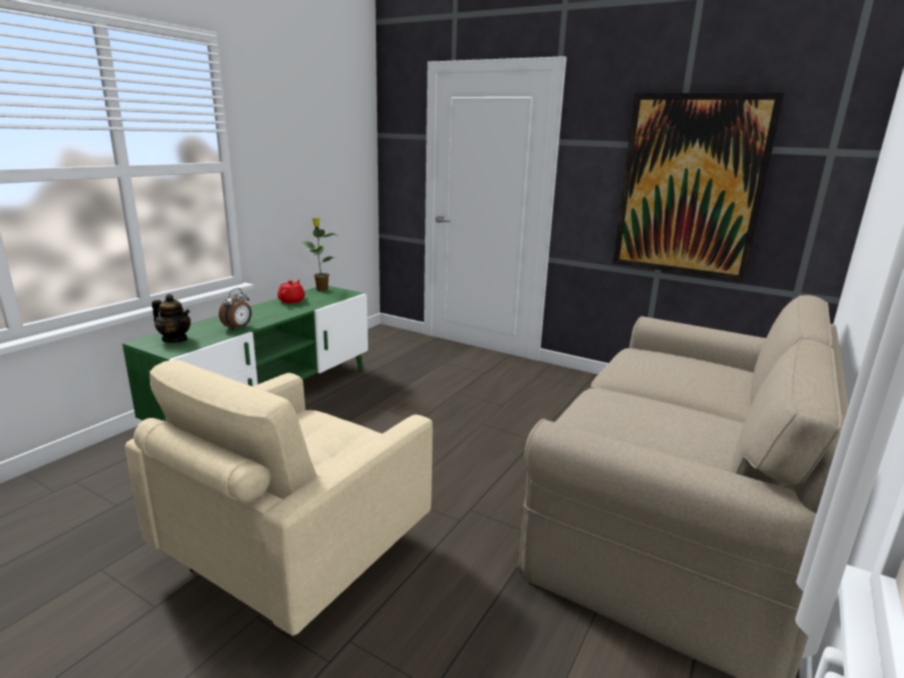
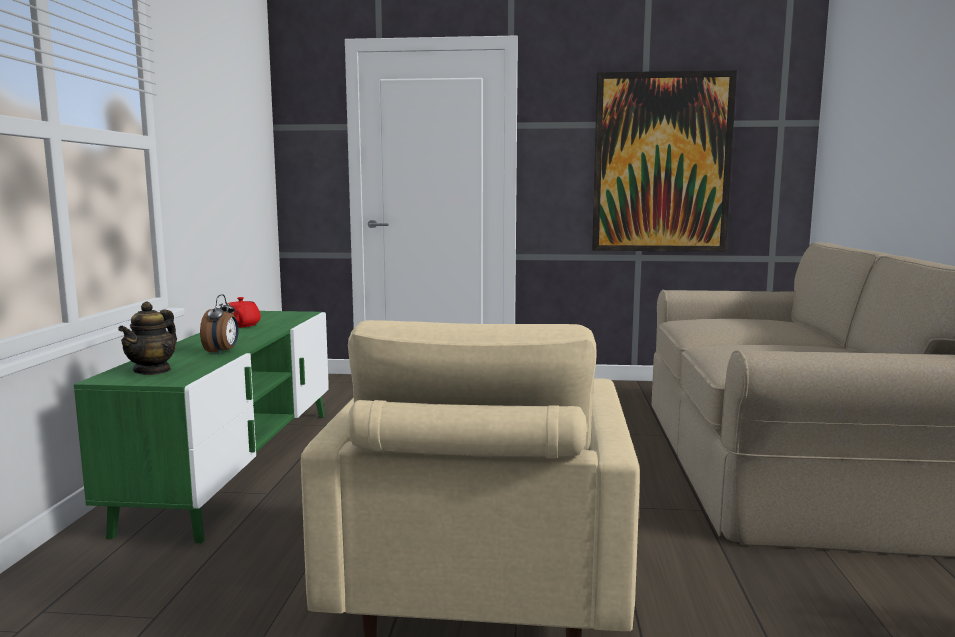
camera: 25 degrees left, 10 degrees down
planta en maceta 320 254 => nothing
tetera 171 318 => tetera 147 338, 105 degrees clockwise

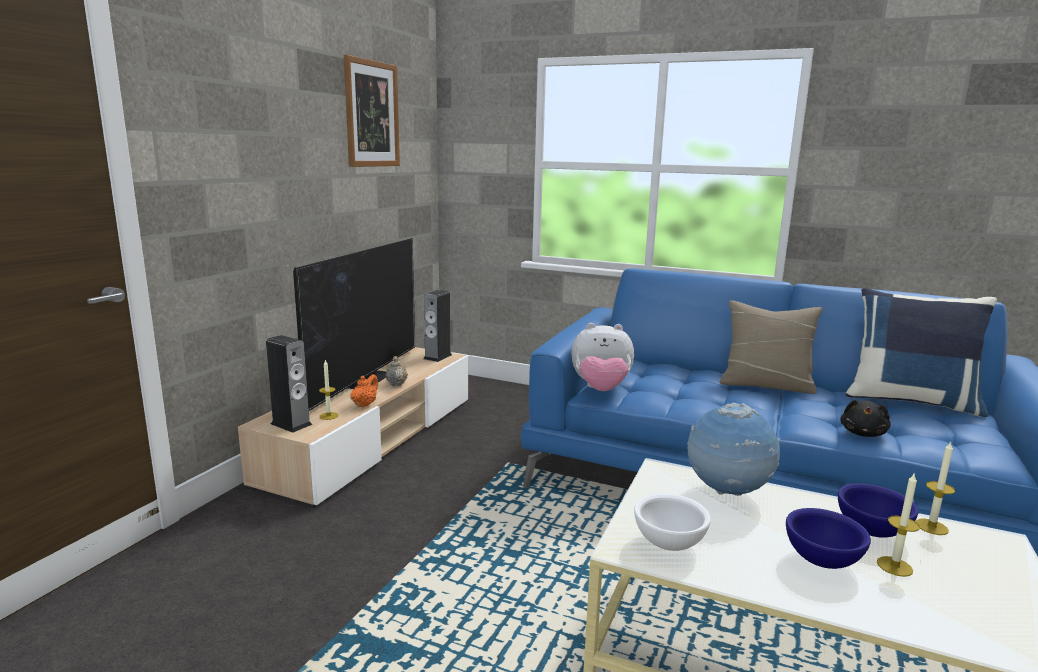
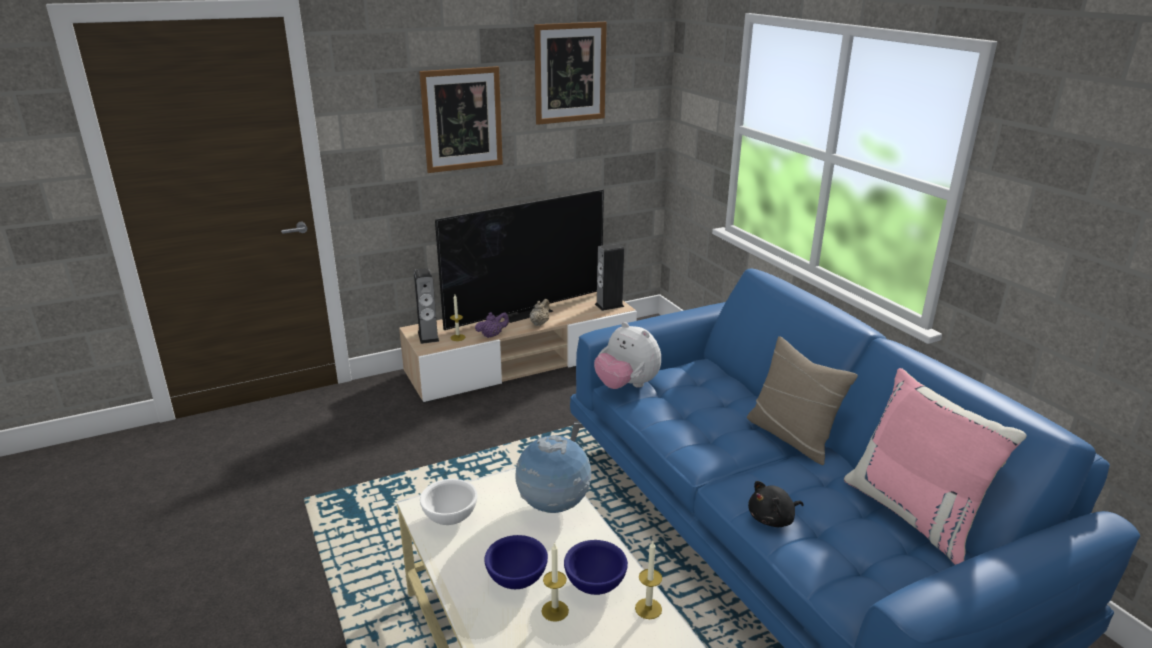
camera: 40 degrees right, 10 degrees up
nothing => cuadro 461 119
tetera/naranja 364 390 => tetera/morado 492 325
cojín/azul 921 352 => cojín/rosa 935 466

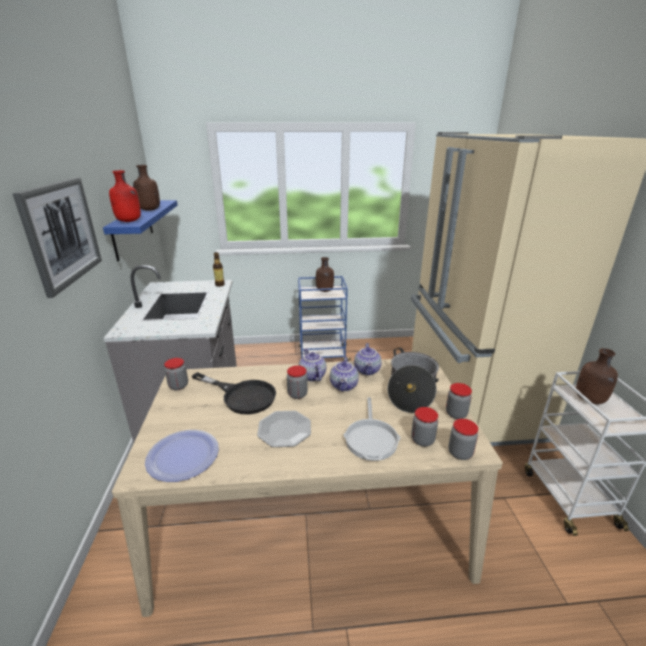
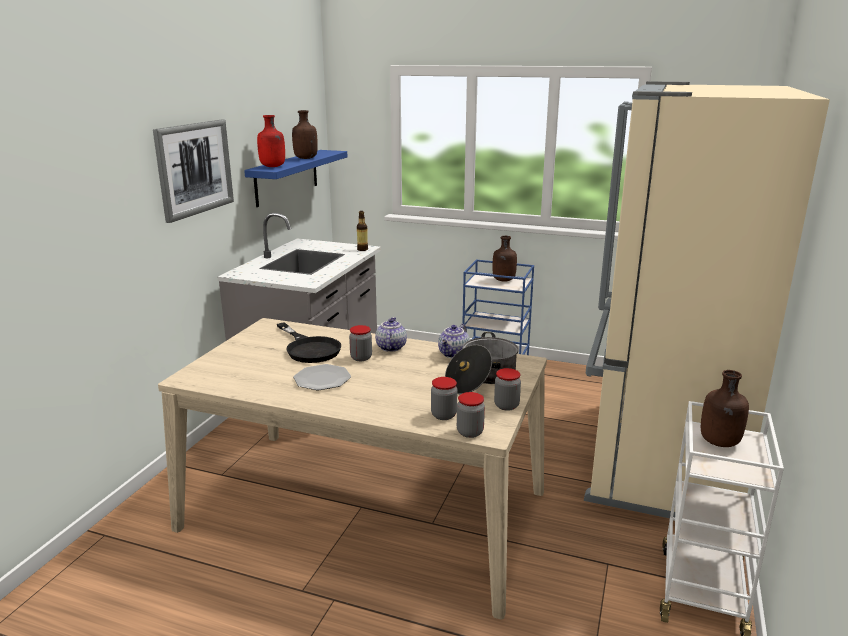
camera: 25 degrees right, 5 degrees down
plato 182 456 => nothing
tarro 176 374 => nothing
tetera 344 374 => nothing
sartén 372 429 => nothing

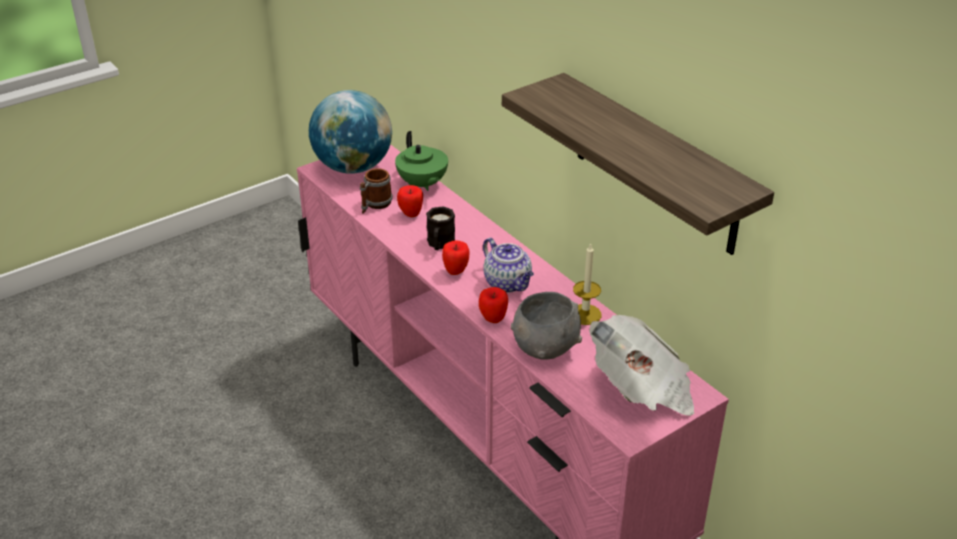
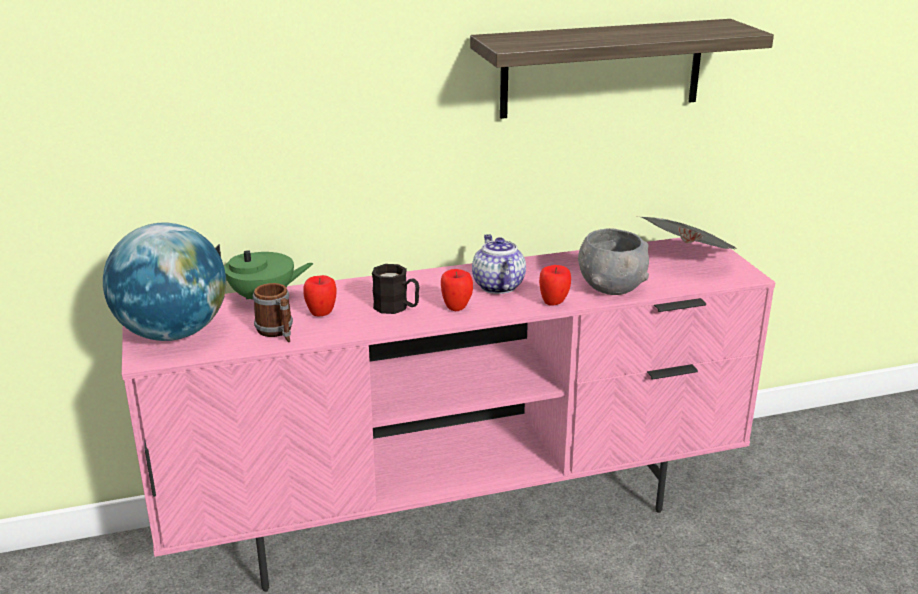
camera: 70 degrees left, 10 degrees down
vela 587 284 => nothing
tetera 508 265 => tetera 499 264, 90 degrees counterclockwise

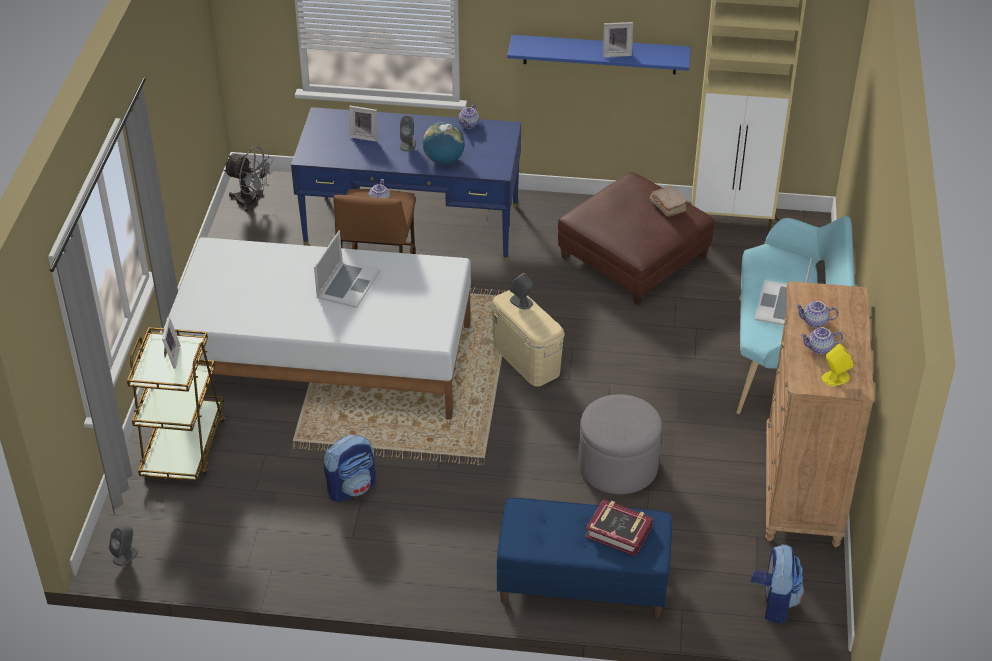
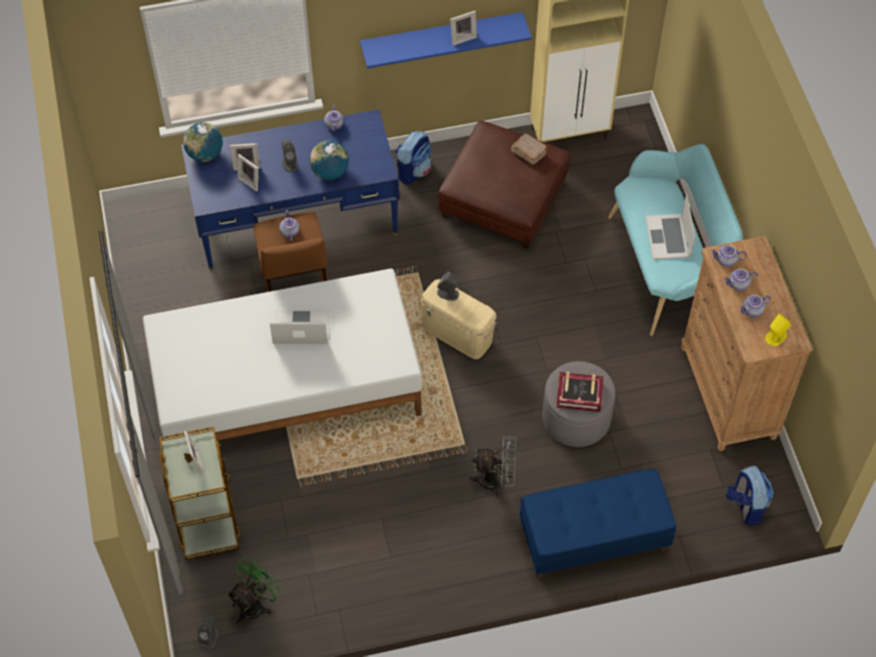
camera: 20 degrees left, 15 degrees up
nothing => globo terráqueo 203 142
nothing => ventilador/verde 255 591
nothing => portarretratos 249 173
nothing => tetera 728 256
ventilador/gris 248 179 => ventilador/gris 492 466, relocated
mochila 350 468 => mochila 413 158, relocated
libro 619 527 => libro 580 392, relocated
portátil 347 269 => portátil 299 327, 90 degrees counterclockwise

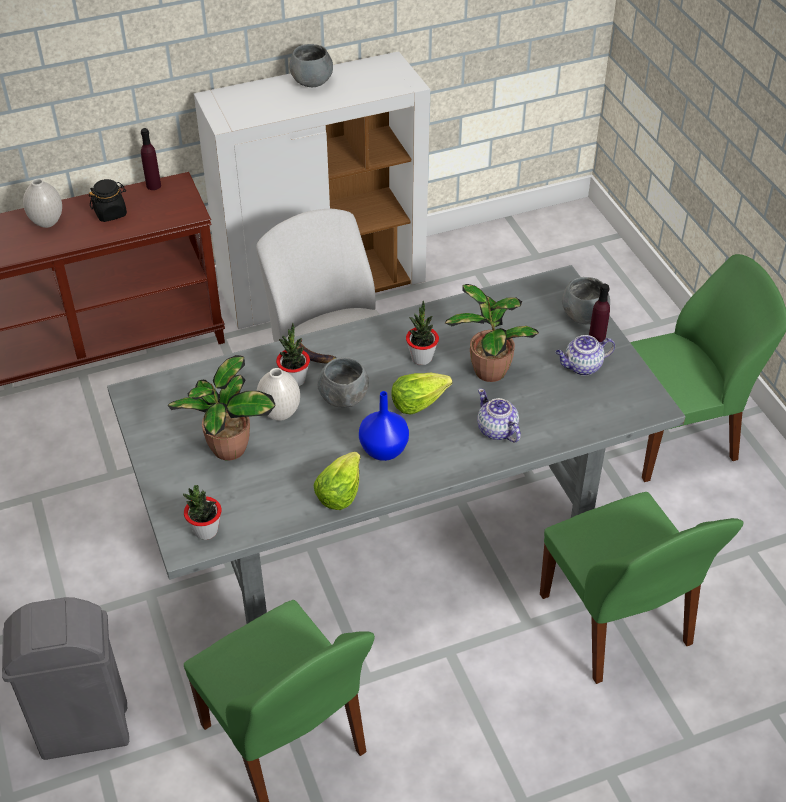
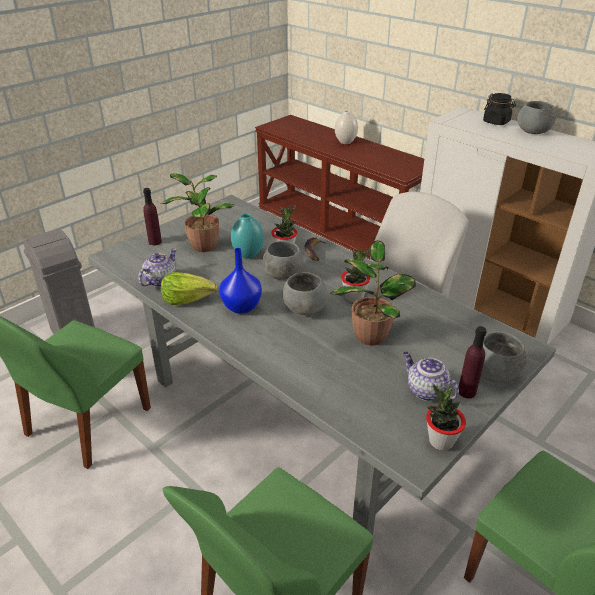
camera: 65 degrees right, 10 degrees down
tarro/negro 108 200 => tarro/negro 499 109, relocated
botella/morado 151 159 => botella/morado 152 216, relocated
planta en maceta 202 512 => planta en maceta 446 417, relocated
tetera 499 415 => tetera 157 268, relocated
lechuga 421 394 => cuenco/gris 305 293
florero/blanco 278 394 => florero/turquesa 247 236

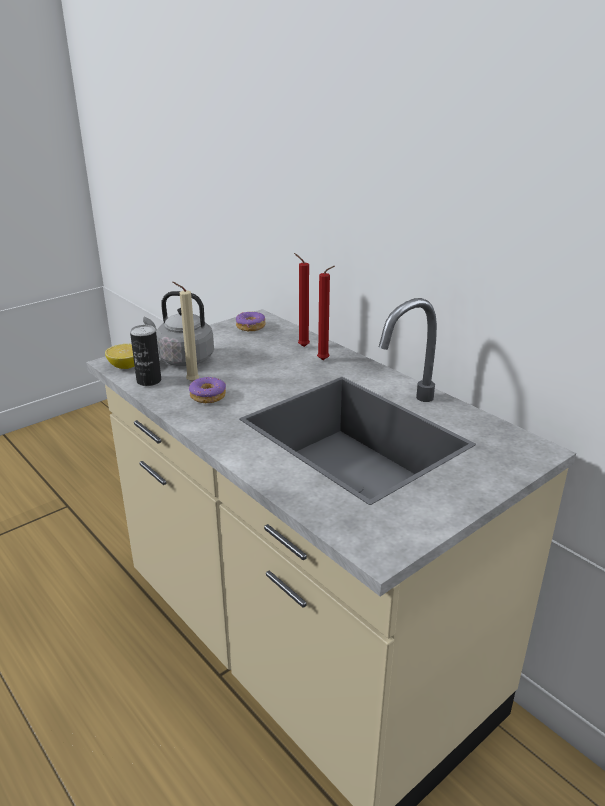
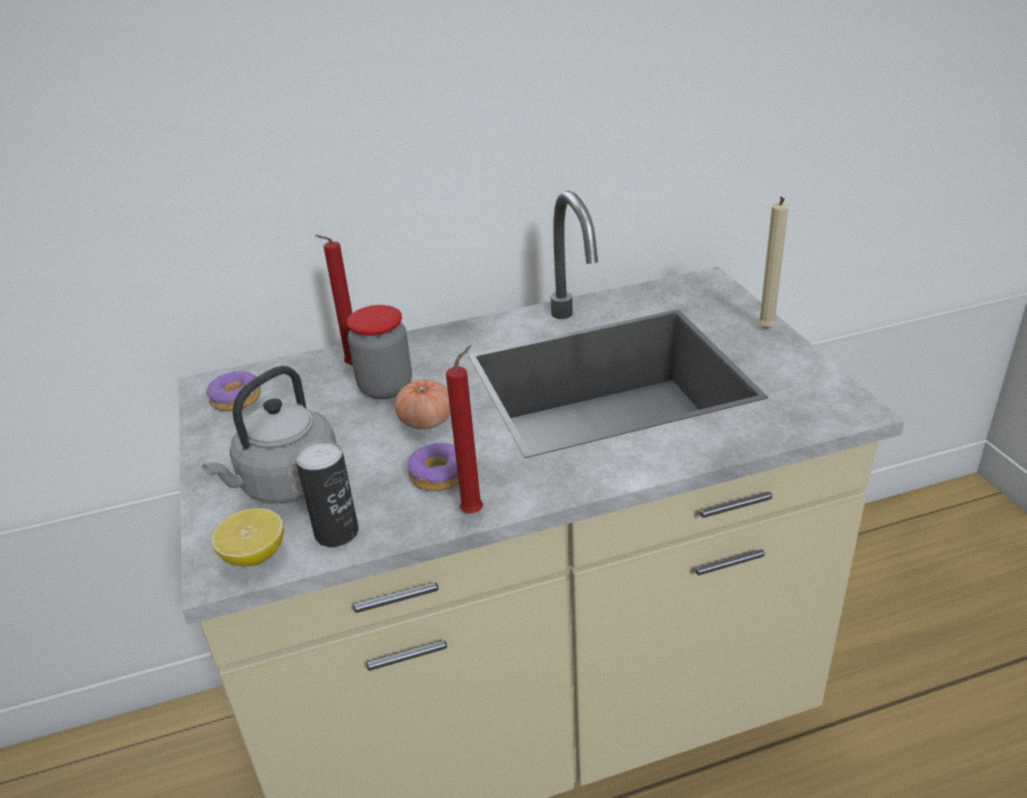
camera: 65 degrees left, 5 degrees up
nothing => tarro 379 352
nothing => tomate 422 404
vela/beis 185 332 => vela/beis 773 263, relocated
vela/rojo 326 313 => vela/rojo 464 429, relocated

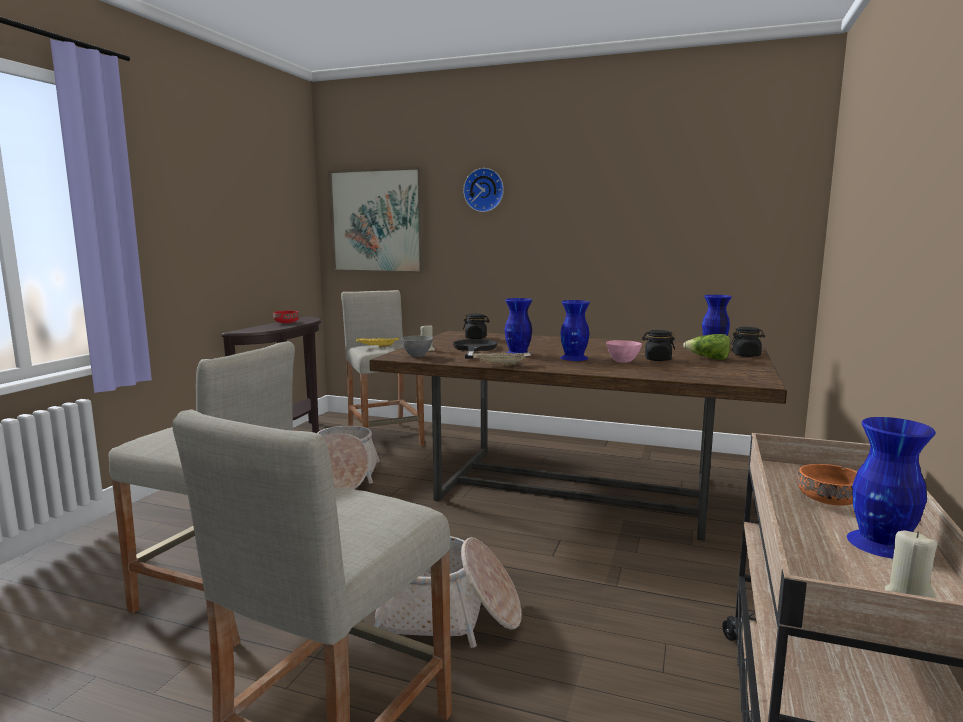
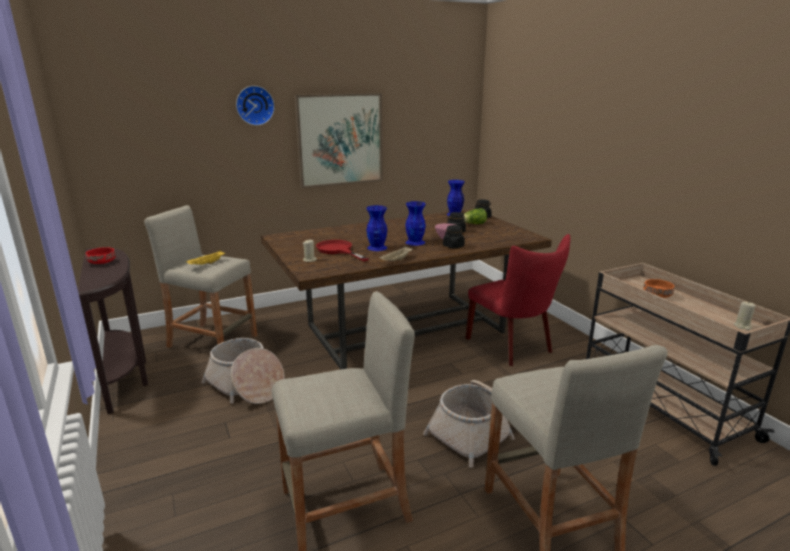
camera: 45 degrees left, 10 degrees up
cuenco/gris 417 346 => nothing
florero/azul 891 487 => nothing
nothing => silla/rojo 518 300
cuadro 376 220 => cuadro 339 140, relocated
tarro/negro 476 326 => tarro/negro 454 237, relocated
sartén/negro 475 349 => sartén/rojo 342 251

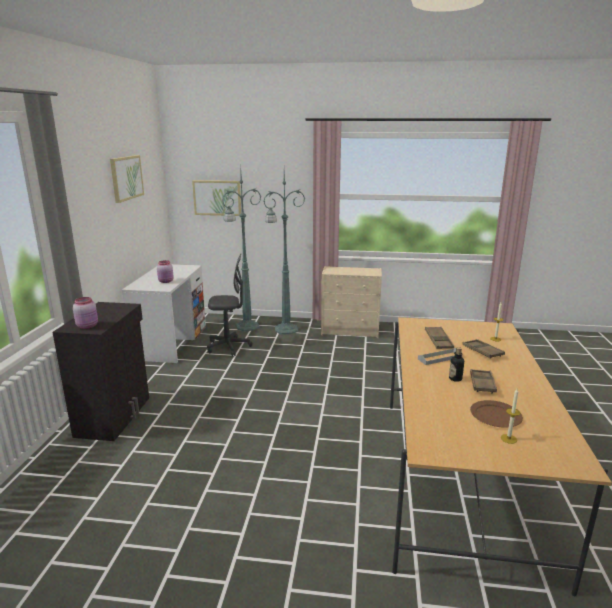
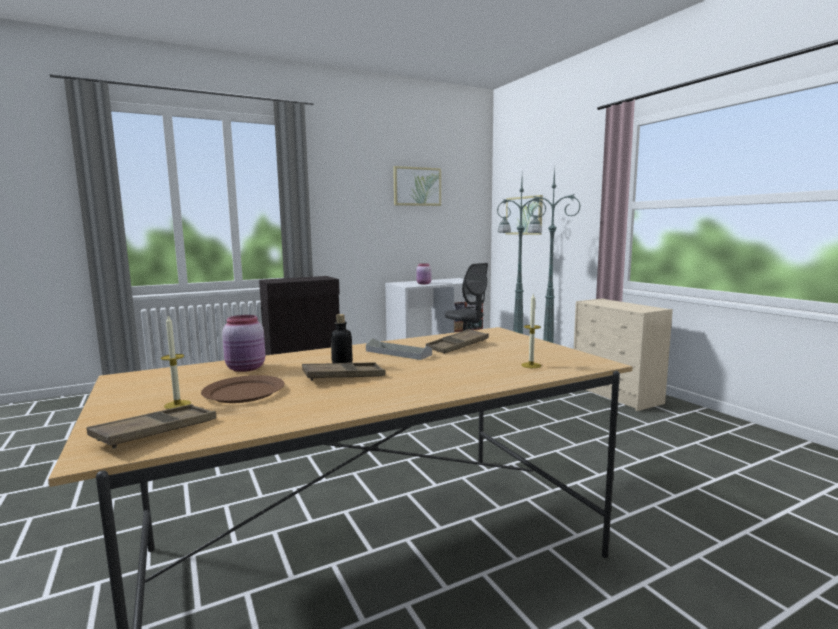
camera: 55 degrees right, 10 degrees down
tarro/rosa 85 313 => tarro/rosa 243 343, relocated
bandeja/marrón 483 349 => bandeja/marrón 151 426, relocated

